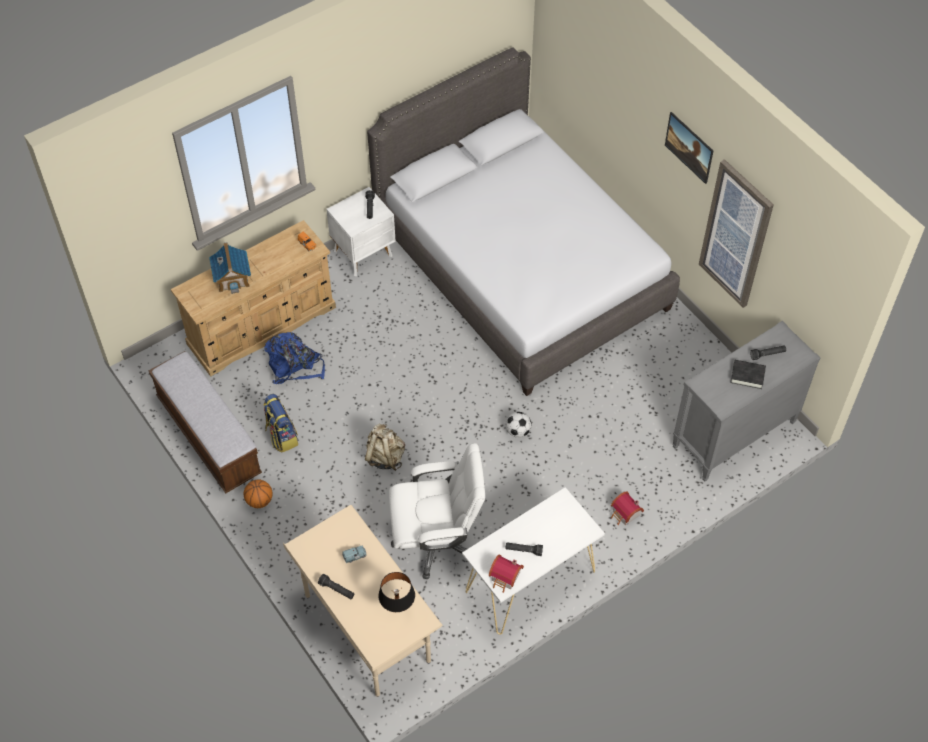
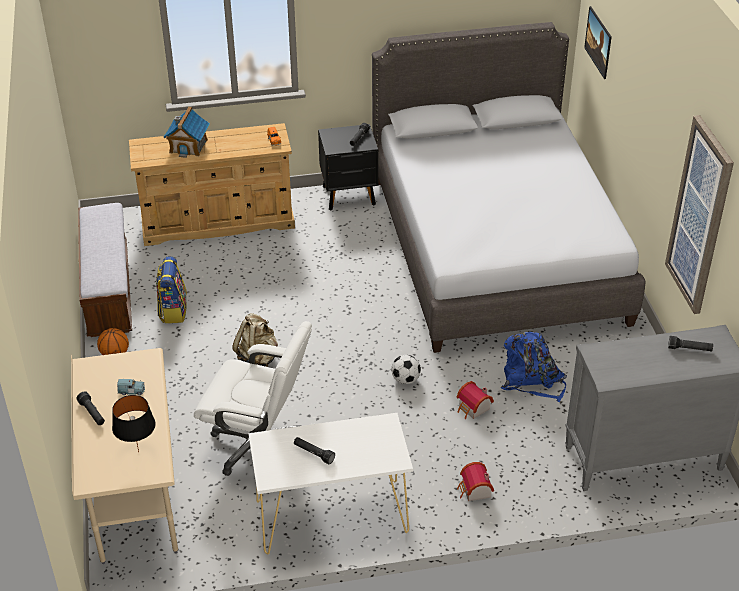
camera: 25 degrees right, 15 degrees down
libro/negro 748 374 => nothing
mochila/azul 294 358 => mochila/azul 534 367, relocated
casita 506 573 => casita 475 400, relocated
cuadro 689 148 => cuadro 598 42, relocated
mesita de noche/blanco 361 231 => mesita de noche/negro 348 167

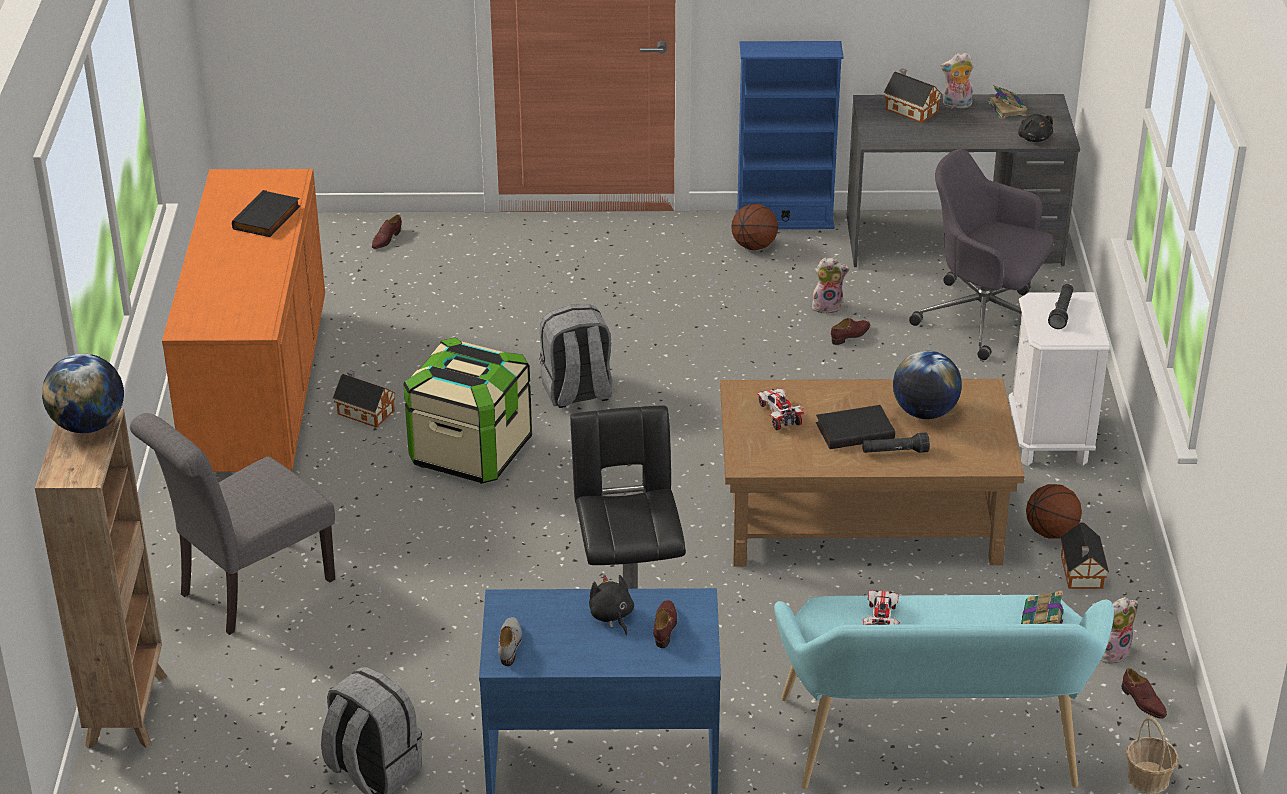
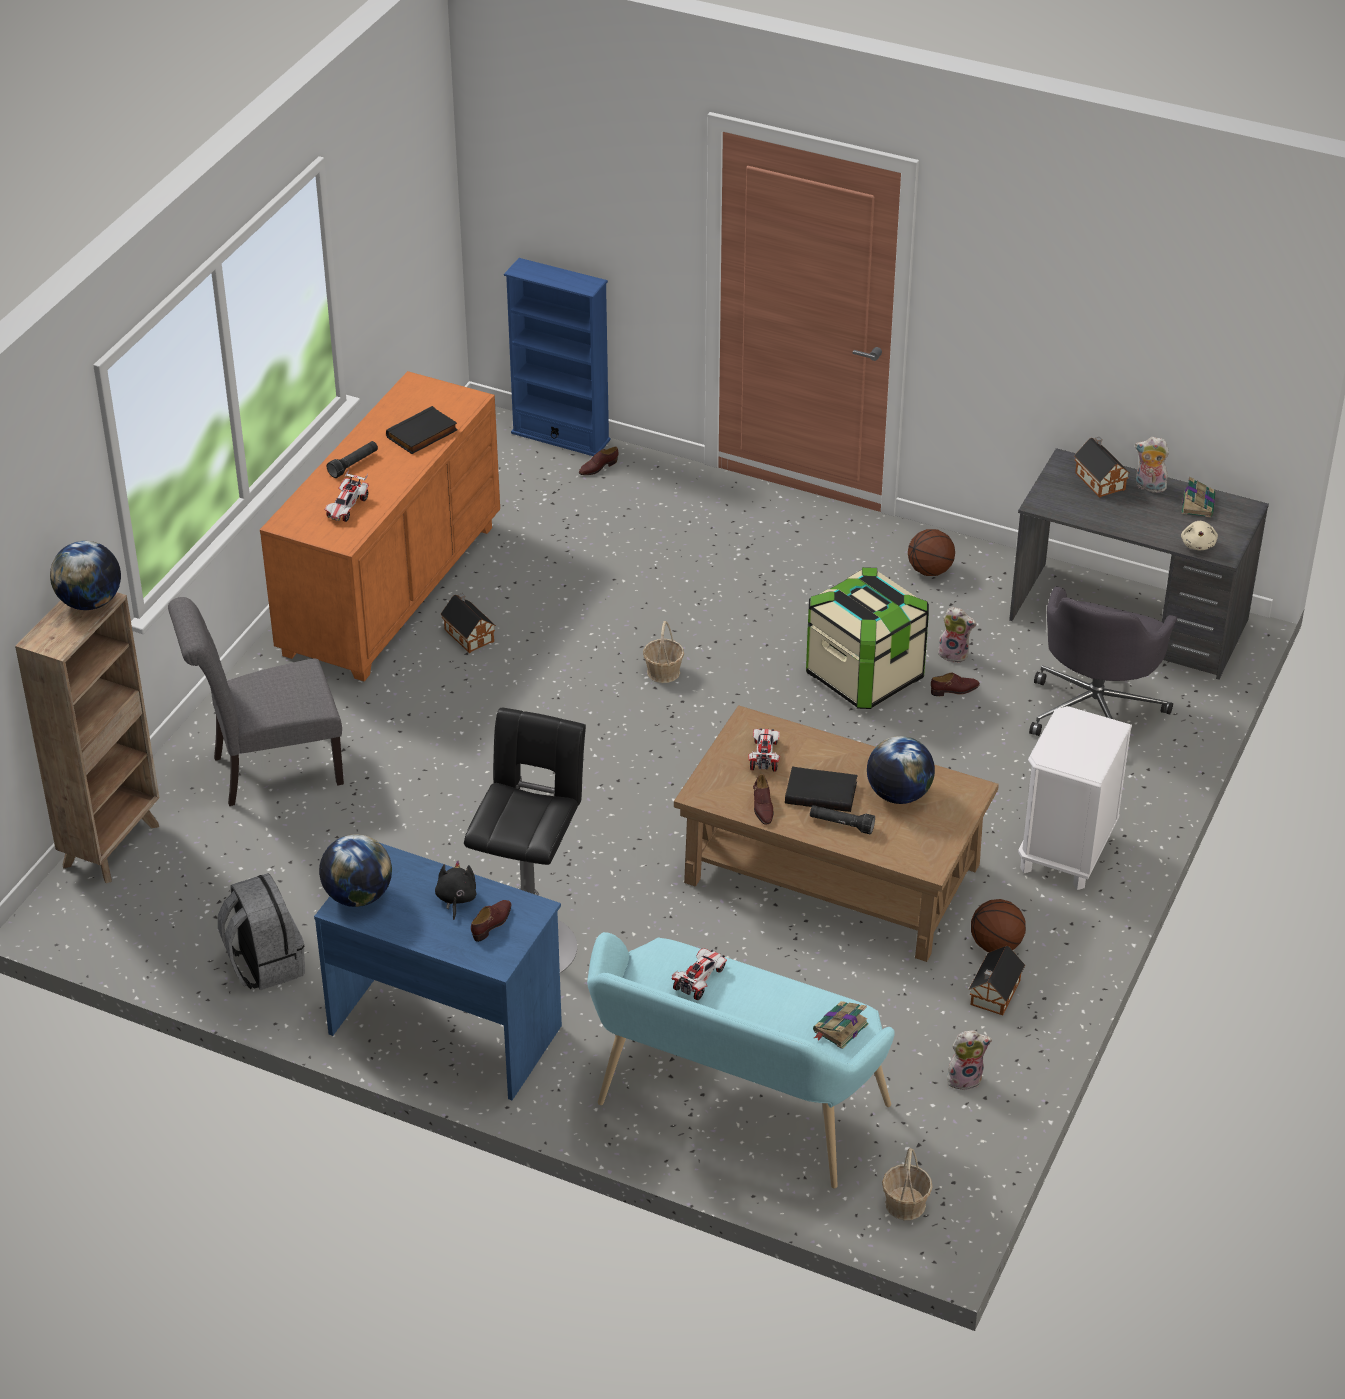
camera: 25 degrees right, 5 degrees up
nothing => coche de juguete 347 495
caja de almacenaje 467 410 => caja de almacenaje 867 638, relocated
estantería/azul 789 135 => estantería/azul 557 357, relocated
linterna/negro 1060 306 => linterna/negro 352 459, relocated
zapato/marrón 1144 693 => zapato/marrón 763 799, relocated
zapato/gris 510 641 => globo terráqueo 355 870
mochila/gris 575 356 => cesta 663 652
peluche/negro 1035 128 => peluche/beis 1199 535
silla de oficina/gris 981 254 => silla de oficina/gris 1103 661, 120 degrees counterclockwise

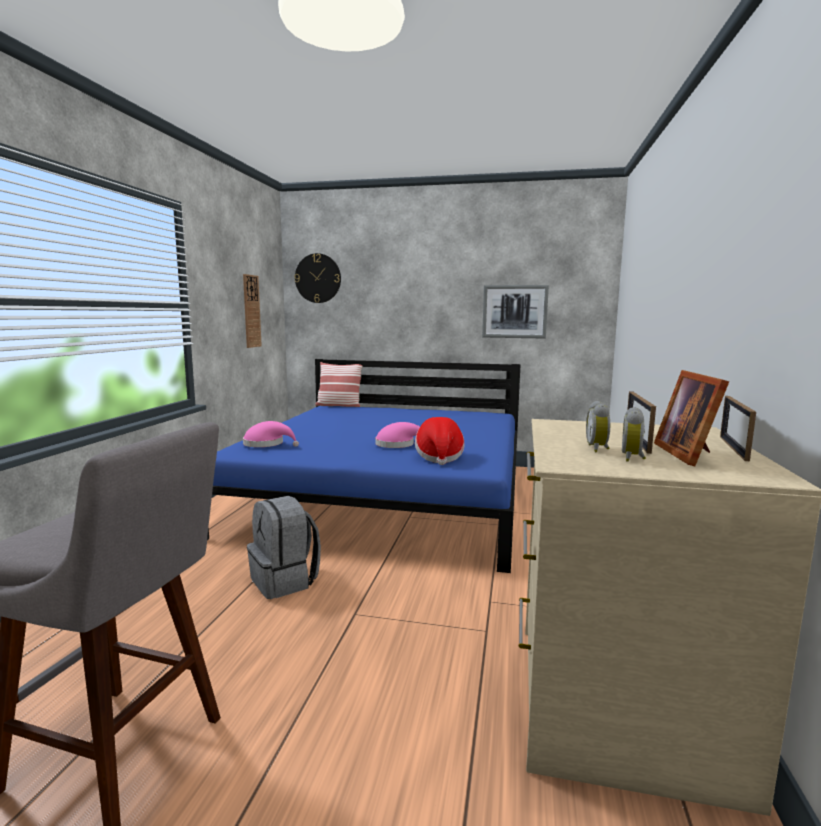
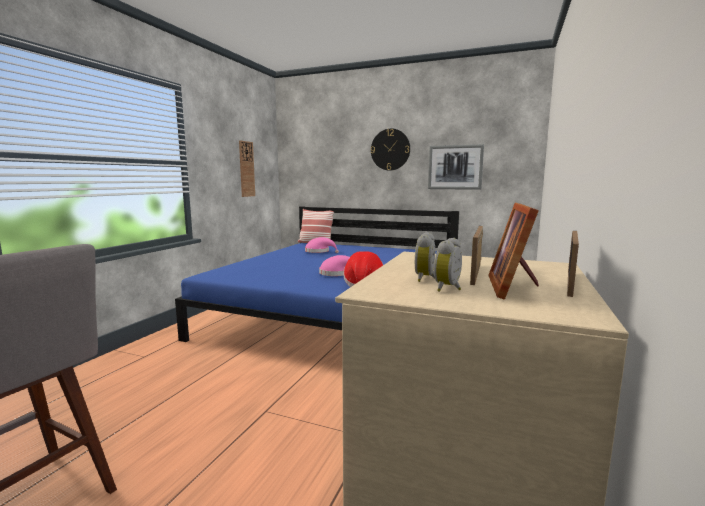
camera: 10 degrees right, 0 degrees up
mochila/gris 284 547 => nothing
sombrero/rosa 271 434 => sombrero/rosa 322 245, relocated
reloj de pared 317 278 => reloj de pared 390 150, relocated

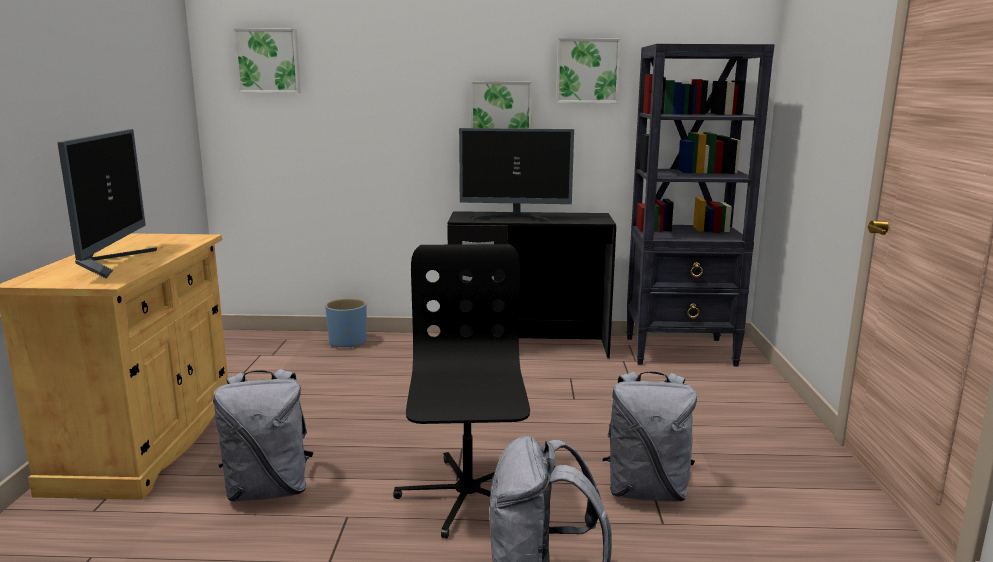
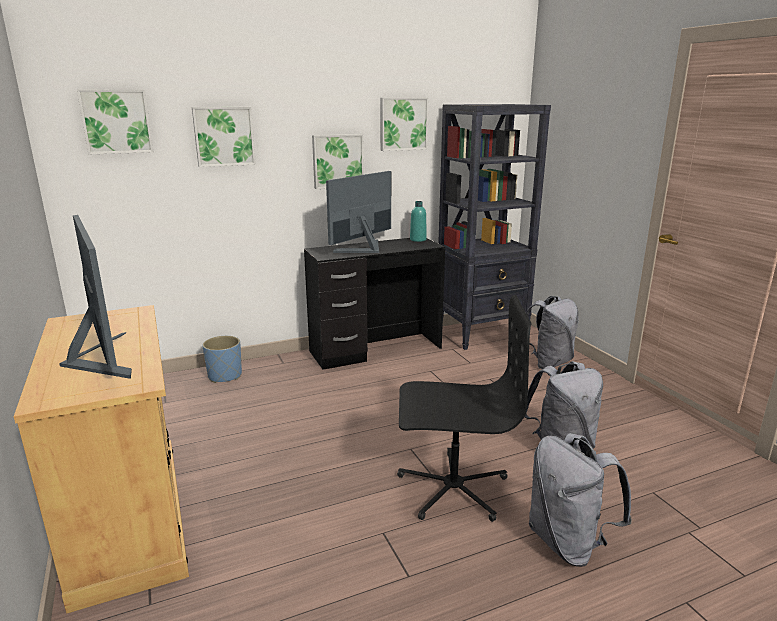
camera: 25 degrees left, 5 degrees up
nothing => cuadro 224 137
nothing => botella/turquesa 418 221
mochila/gris 263 435 => mochila/gris 552 332, relocated
silla de oficina/negro 461 391 => silla de oficina/negro 464 408, 120 degrees clockwise
monitor 516 175 => monitor 358 212, 150 degrees clockwise

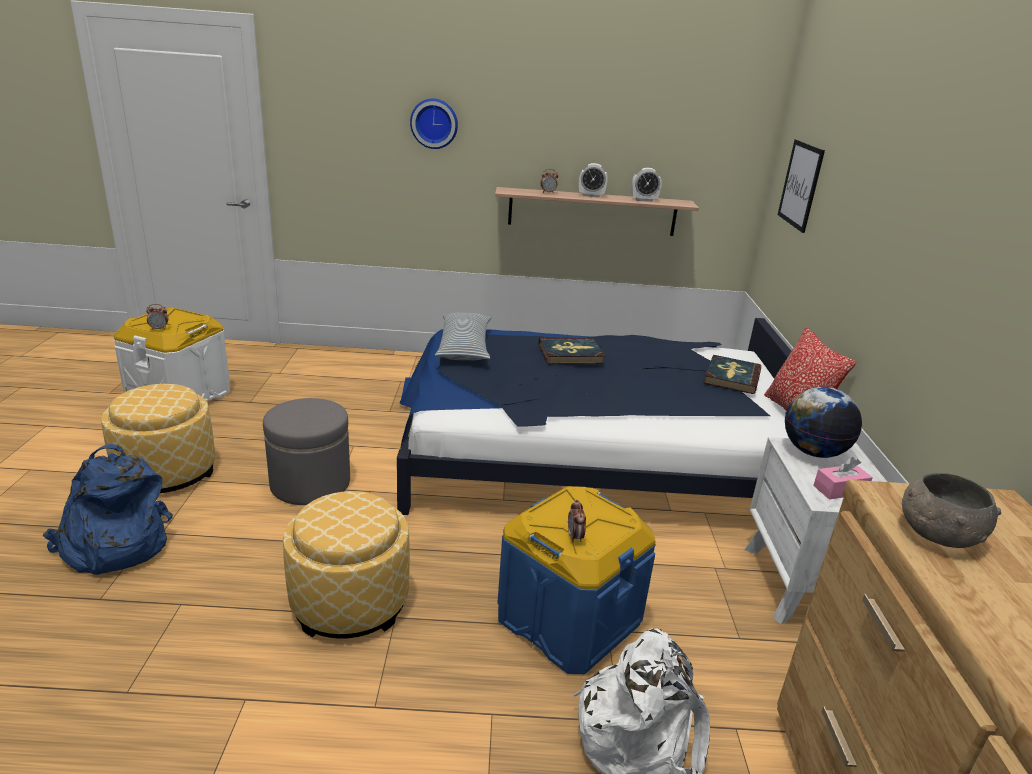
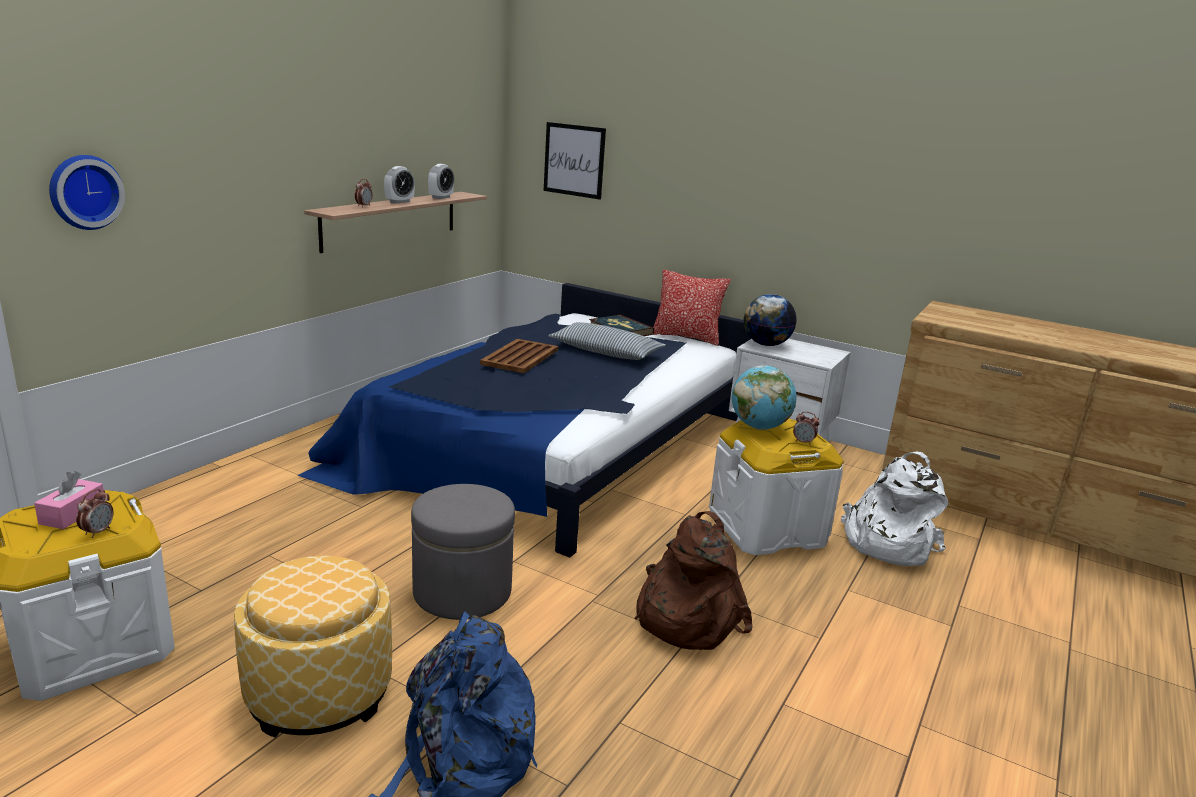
camera: 60 degrees left, 5 degrees down
cuenco/gris 951 510 => nothing
nothing => globo terráqueo 764 397
reloj de pared 434 123 => reloj de pared 87 192, relocated
cojín 463 336 => cojín 607 341, relocated
caja de pañuelos/rosa 843 478 => caja de pañuelos/rosa 68 500, relocated
puf 346 565 => mochila/marrón 693 580
libro 572 351 => bandeja/marrón 519 356
caja de almacenaje/azul 577 580 => caja de almacenaje/blanco 776 487

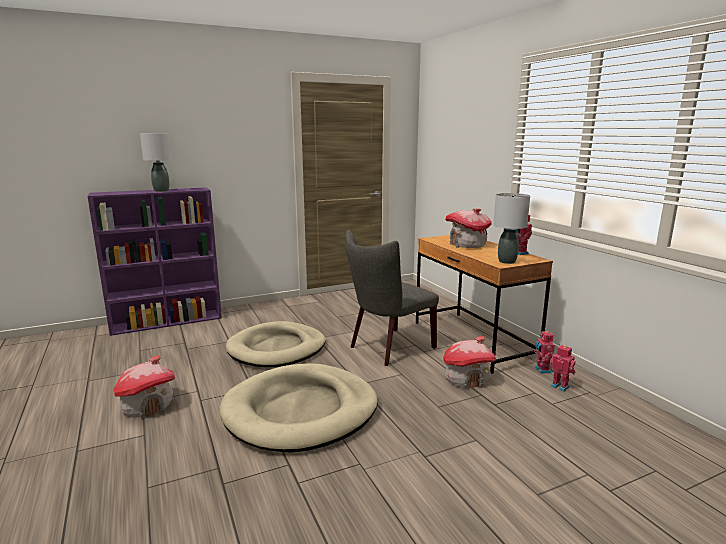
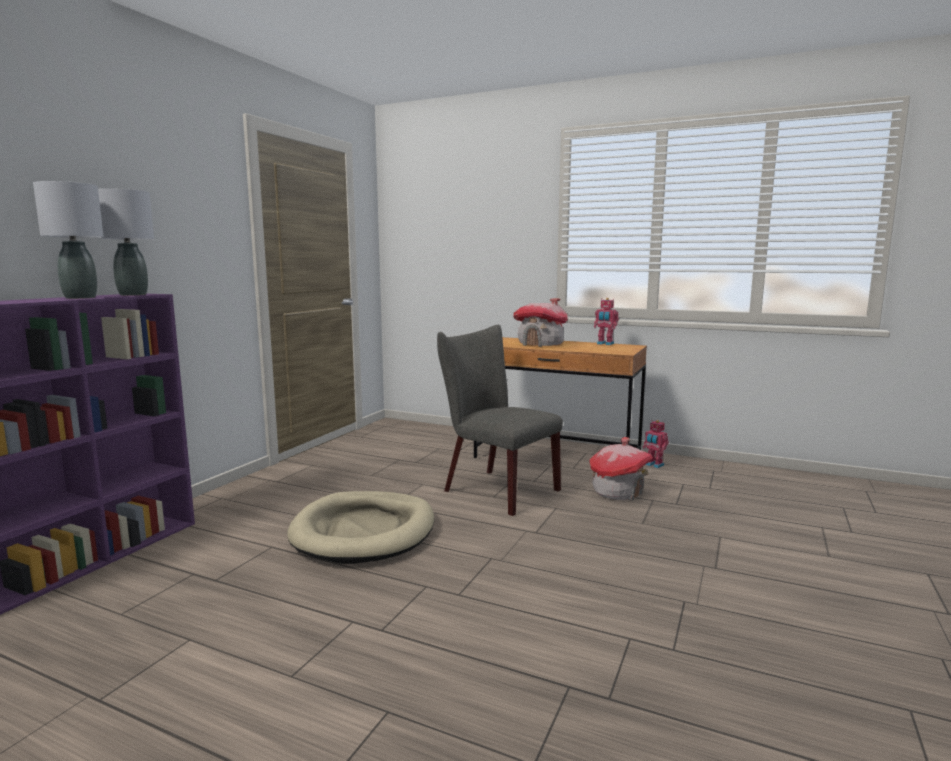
camera: 40 degrees left, 5 degrees down
casita 144 387 => nothing
cama para perro/beis 298 408 => nothing
robot de juguete 563 368 => nothing
lámpara de mesa/gris 512 228 => lámpara de mesa/gris 126 241, relocated
silla/gris 392 298 => silla/gris 500 420, 120 degrees clockwise

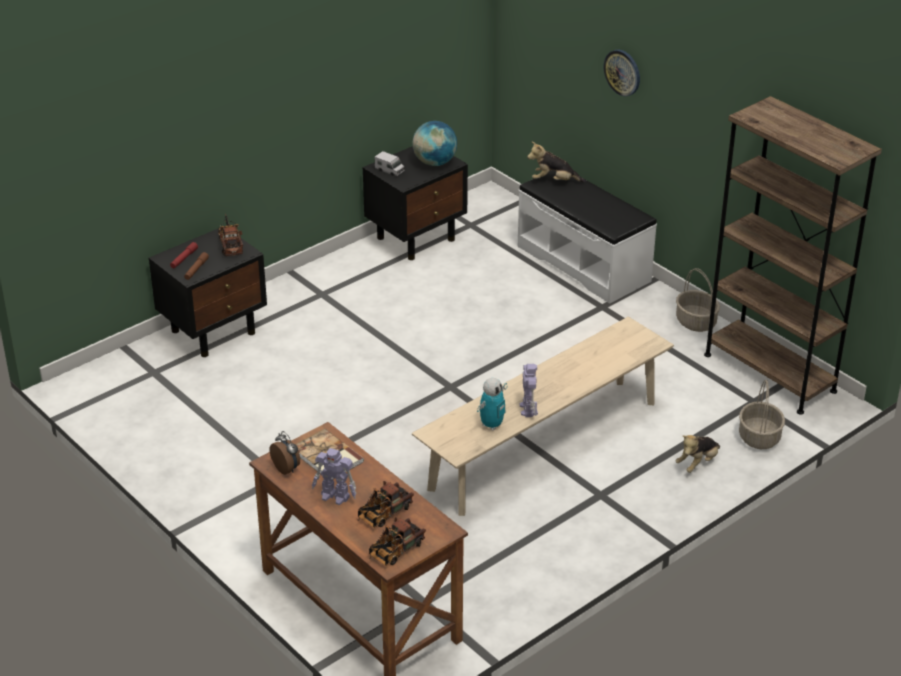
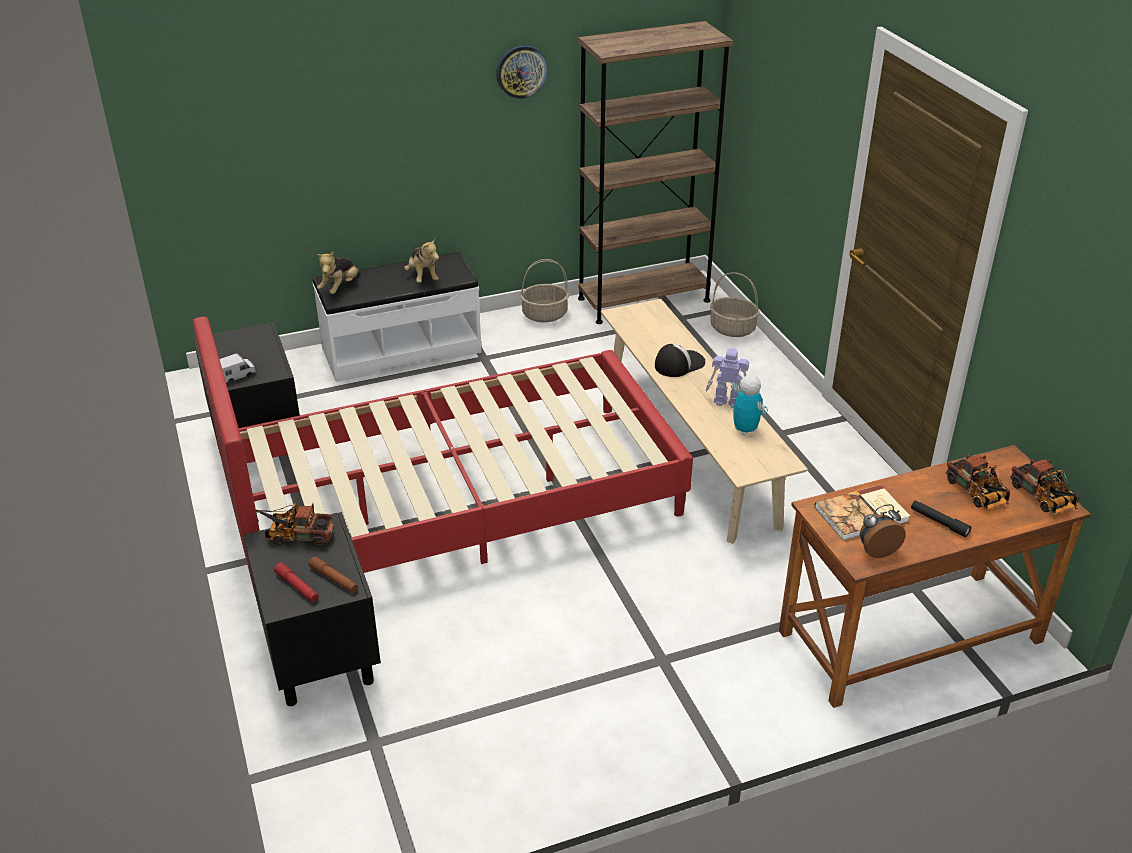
camera: 70 degrees left, 0 degrees up
globo terráqueo 434 143 => nothing
nothing => cama/rojo 443 455
nothing => gorra 680 360
reloj de pared 622 73 => reloj de pared 522 72, relocated
peluche 698 454 => peluche 421 260, relocated
robot de juguete 334 476 => linterna/negro 941 518

